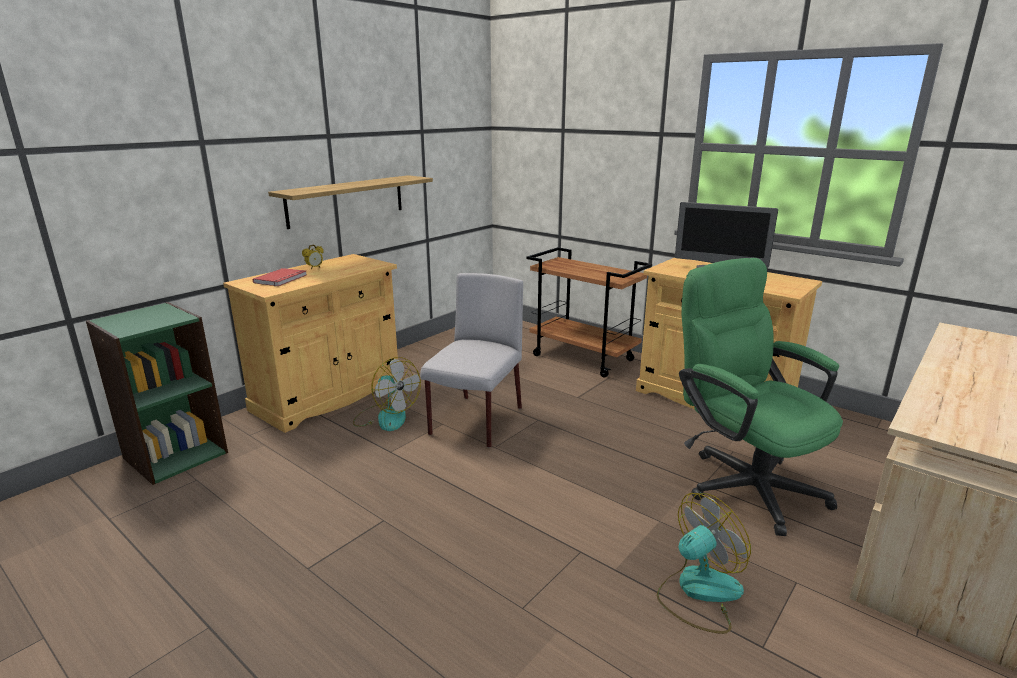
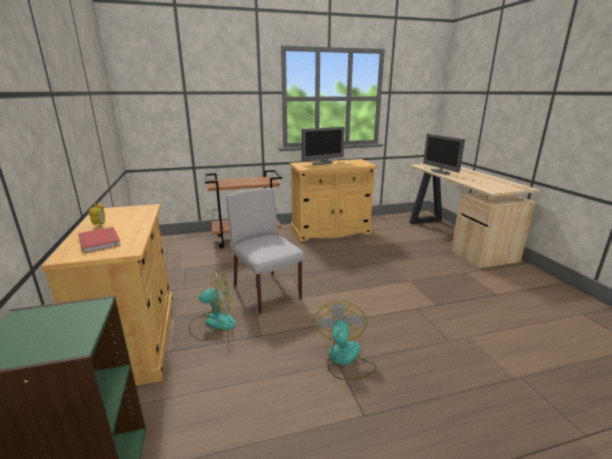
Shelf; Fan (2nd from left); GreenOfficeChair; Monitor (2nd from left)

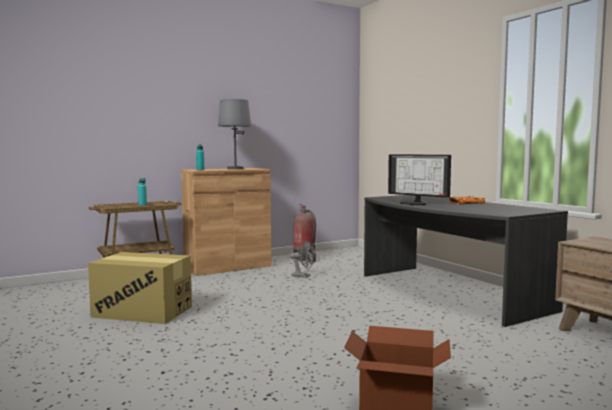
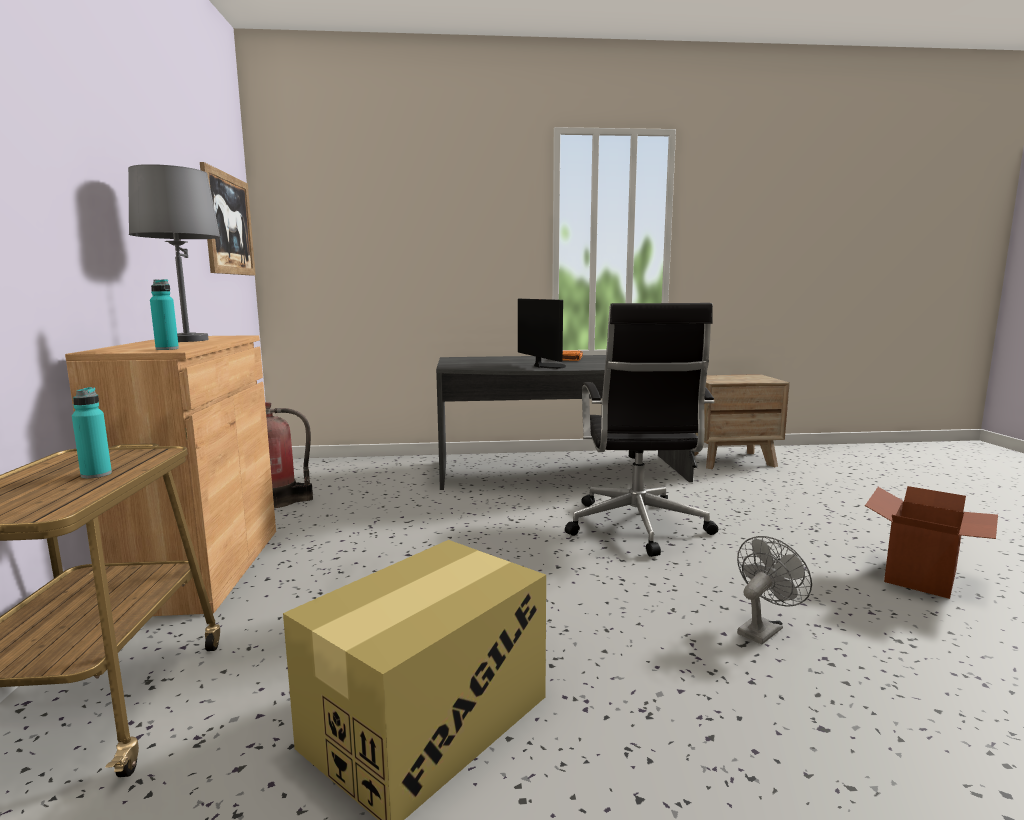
GreyFan; Monitor; Picture; BlackOfficeChair

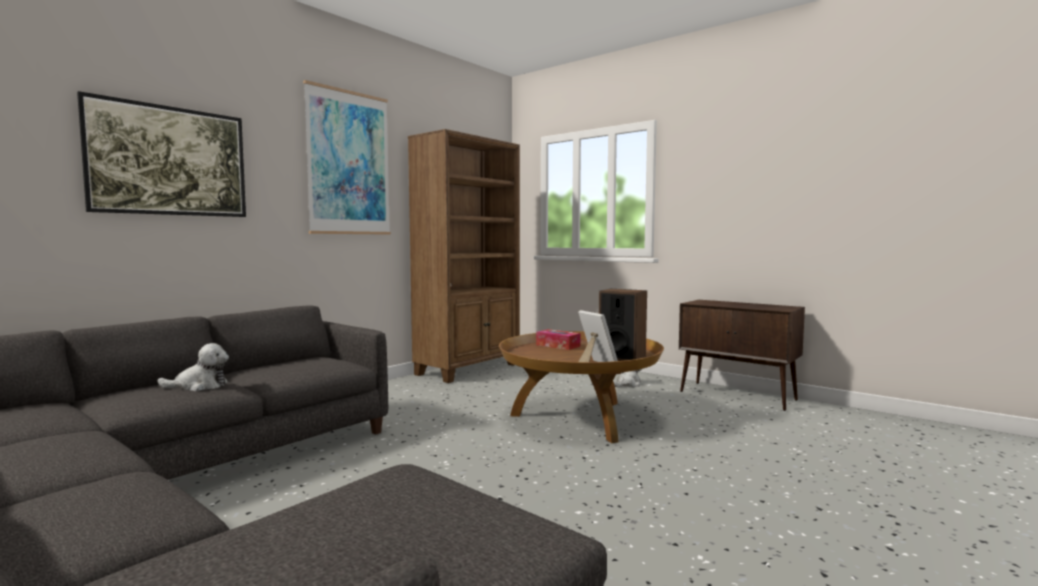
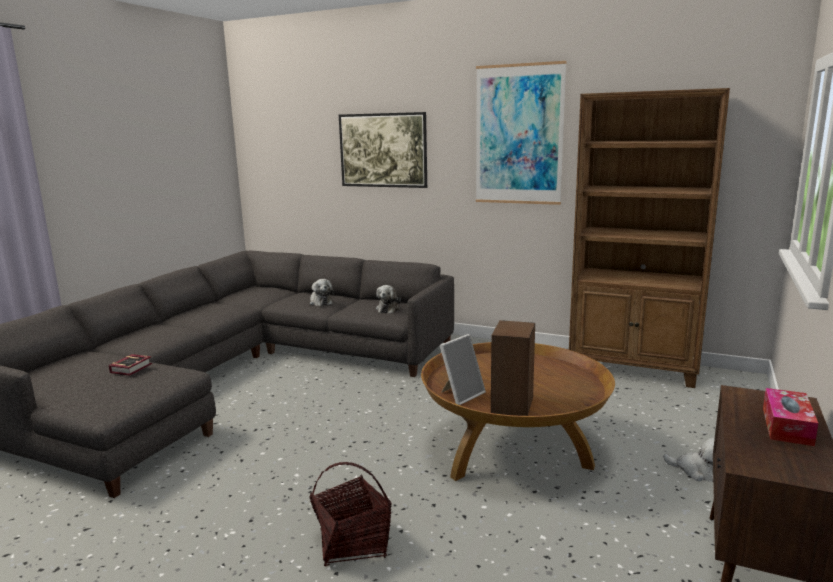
TissueBox; Book; Basket; PlushToy (2nd from left)

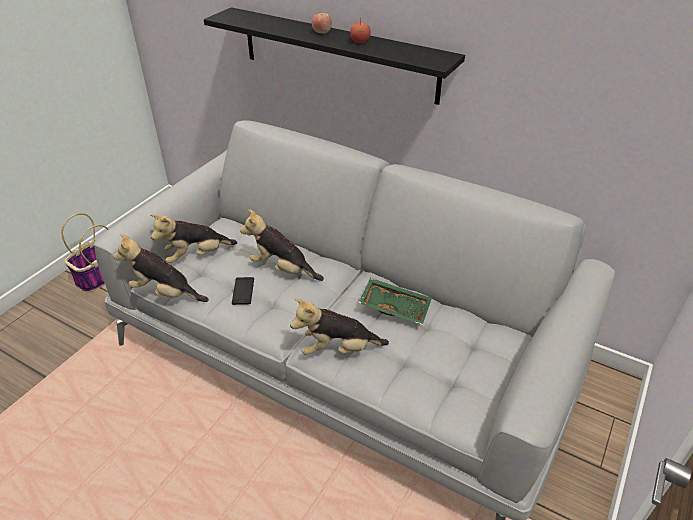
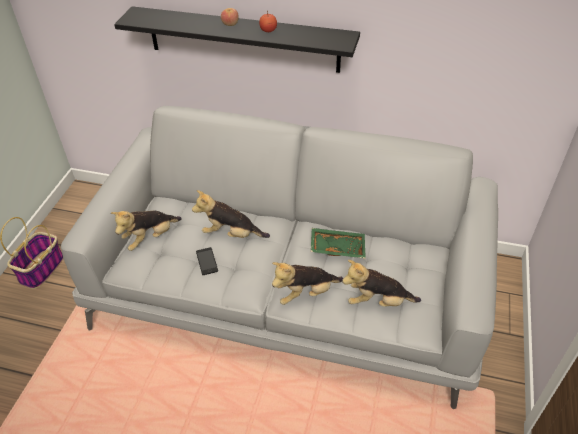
PlushToy (4th from left)

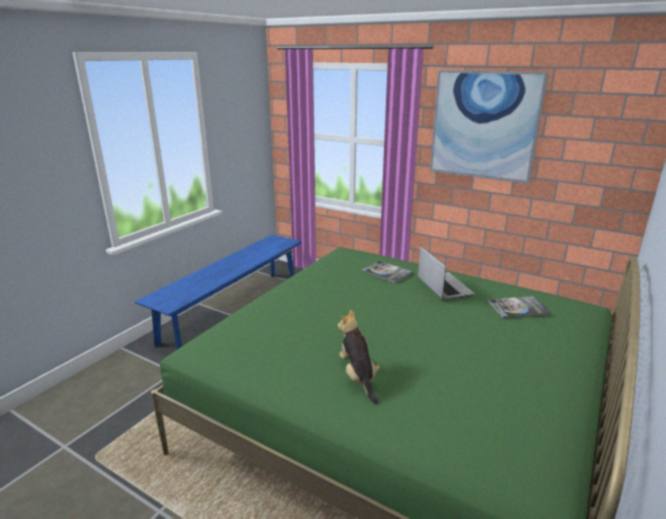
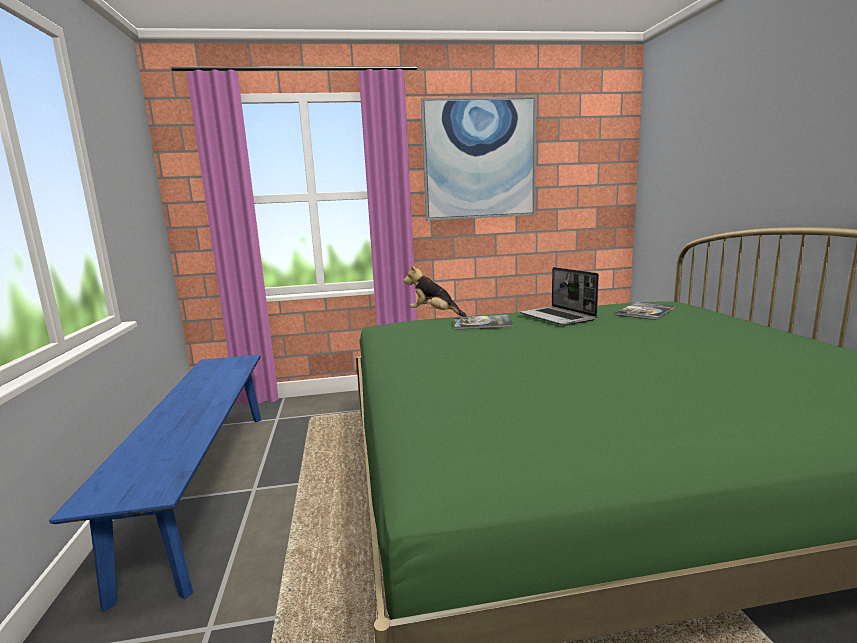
PlushToy; Laptop

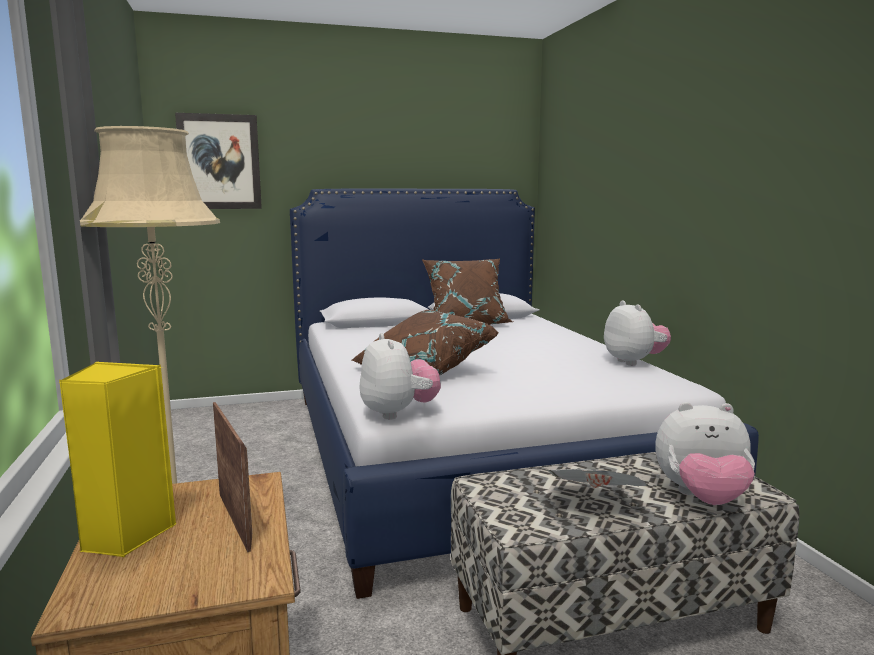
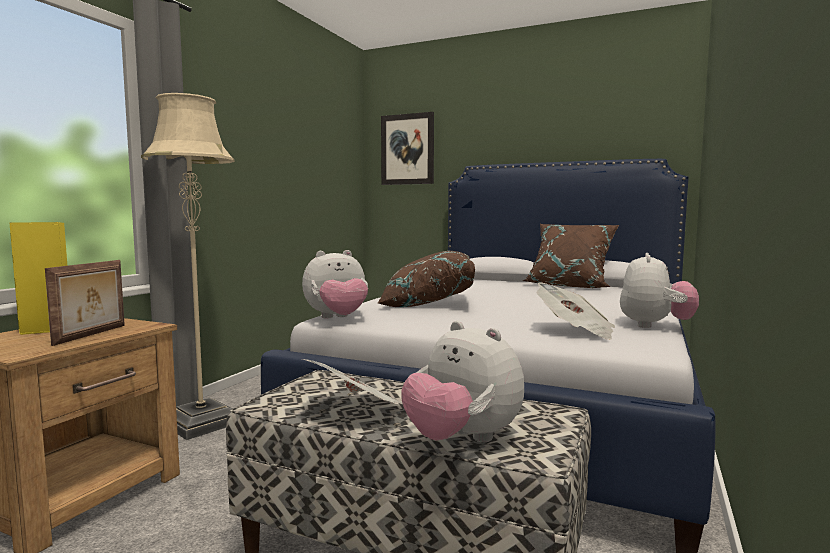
PlushToy (1st from left); Newspaper (2nd from left)

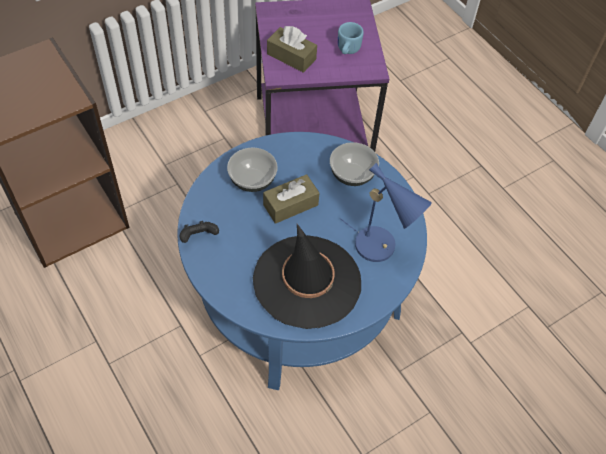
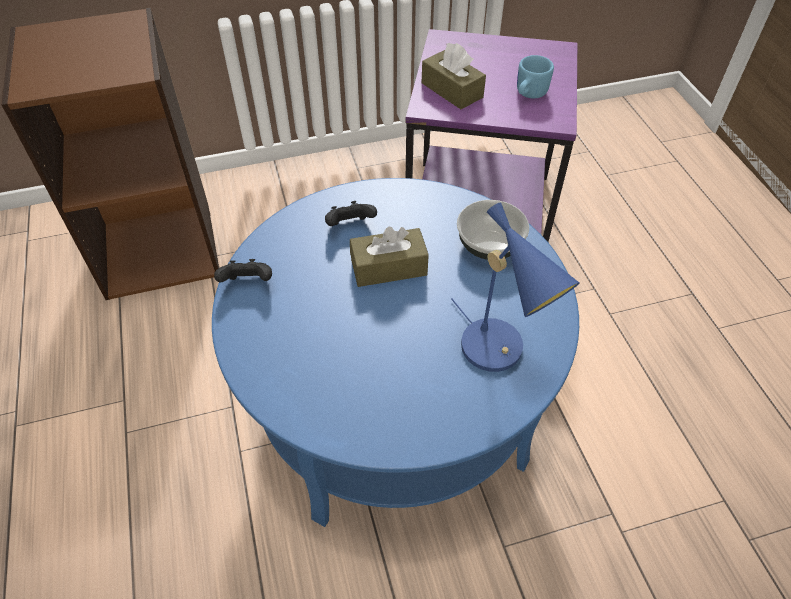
BlackGameController (2nd from left); BlackHat

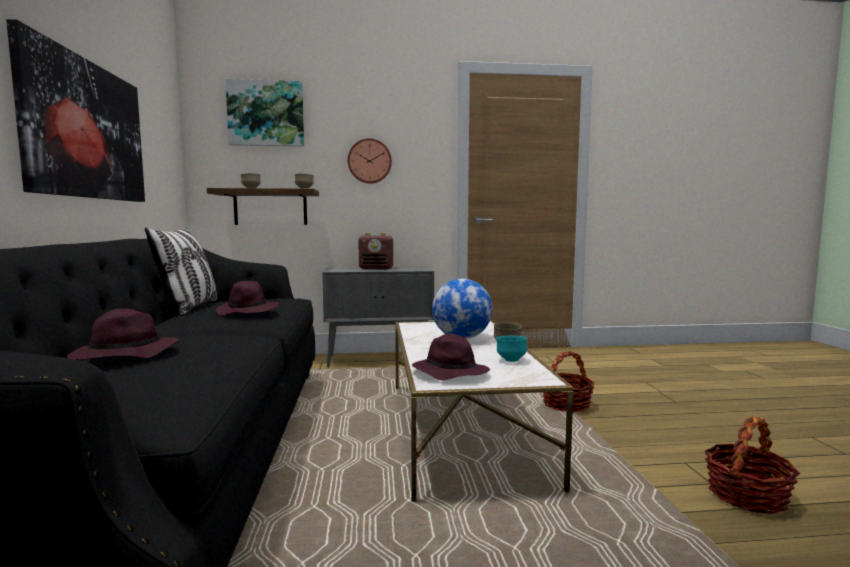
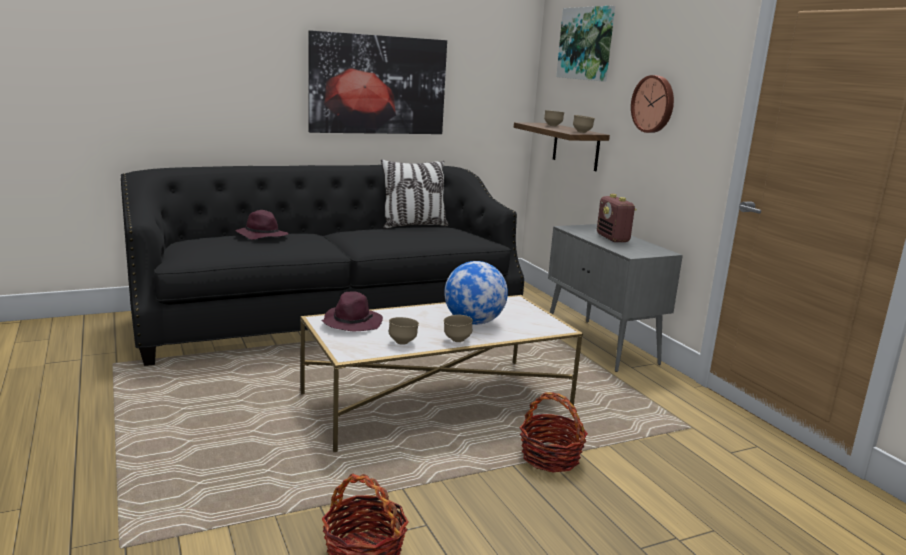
PurpleHat (2nd from left in the first image); BrownBowl (1st from left)

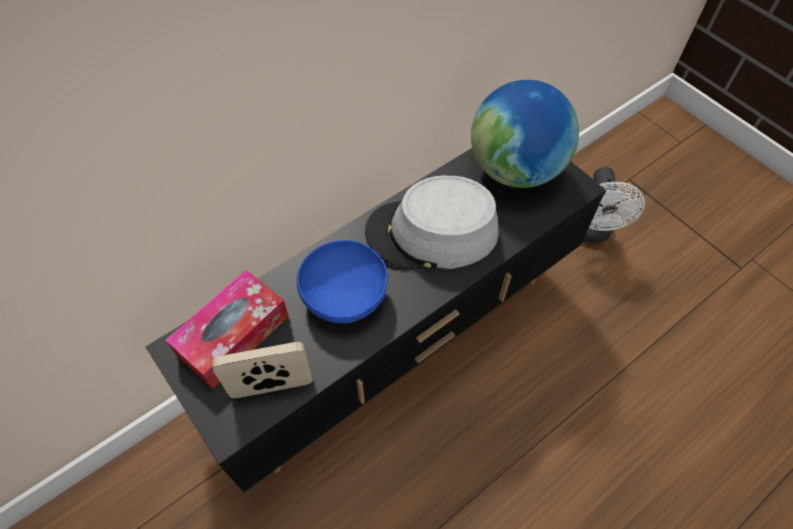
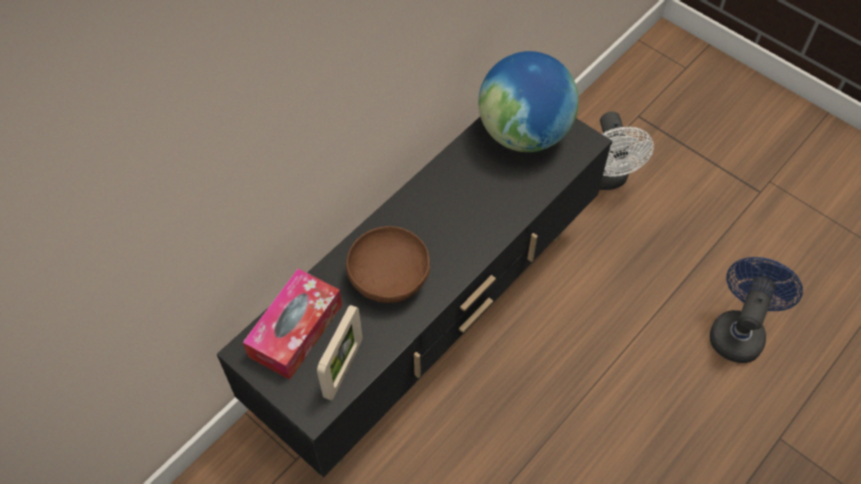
PictureFrame; BrownBowl; GreyHat; BlueFan

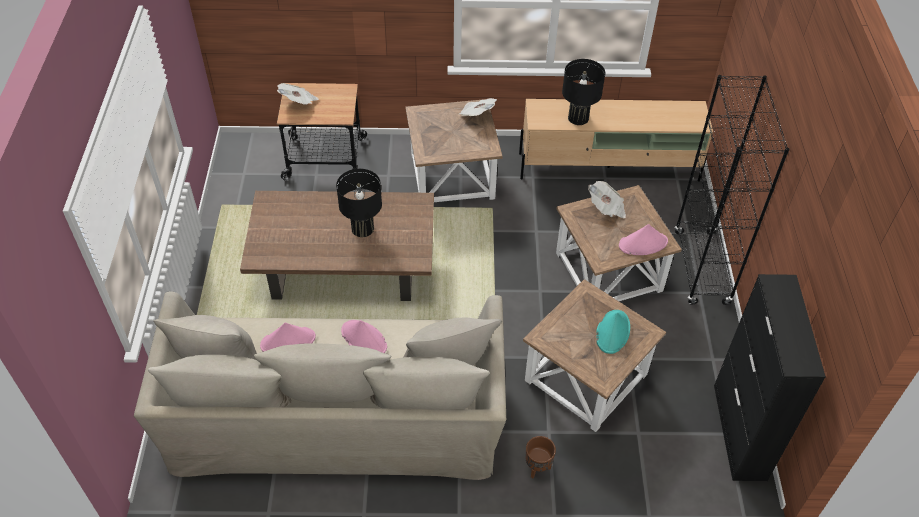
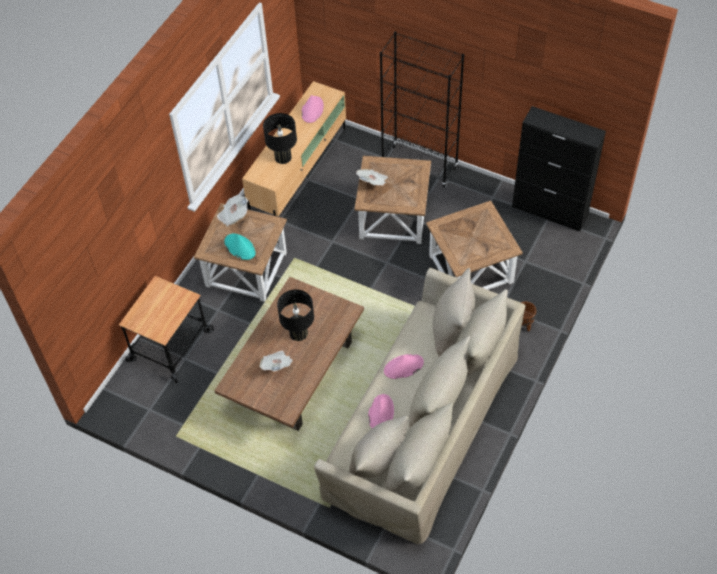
Newspaper (2nd from left); TurquoiseHat; PinkHat (1st from left)

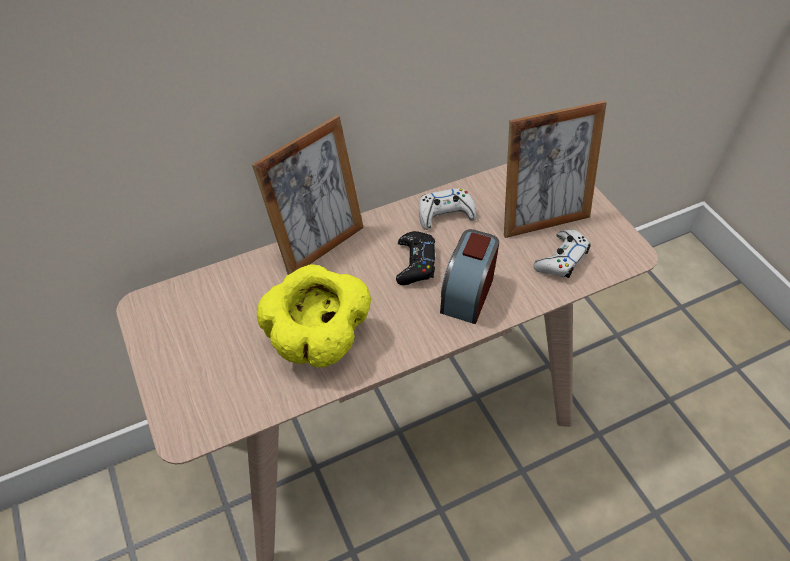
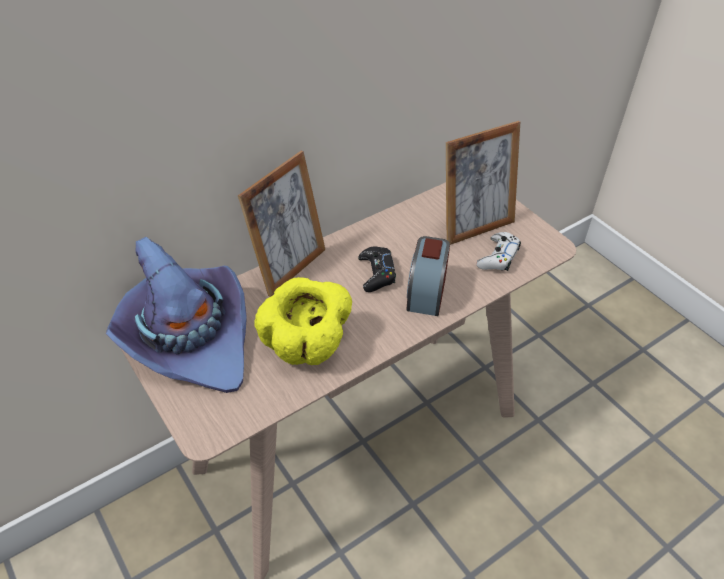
WhiteGameController (1st from left in the first image); PurpleHat

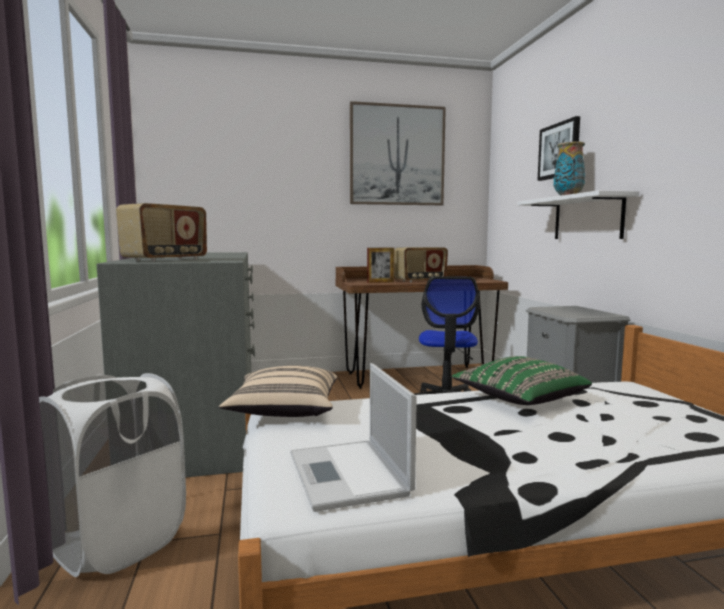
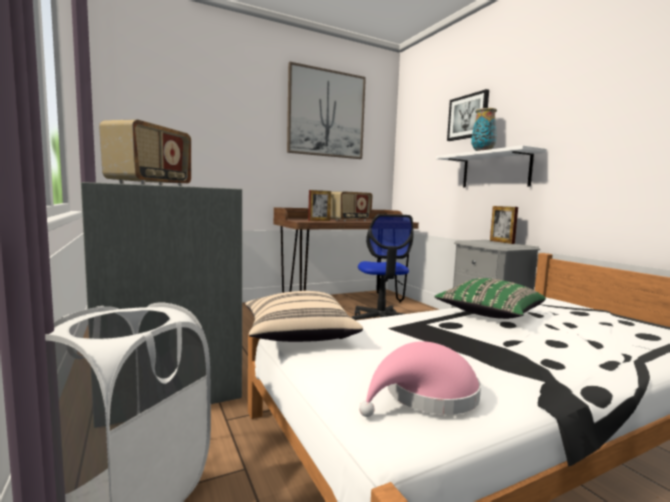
PinkHat; PictureFrame (2nd from left)

